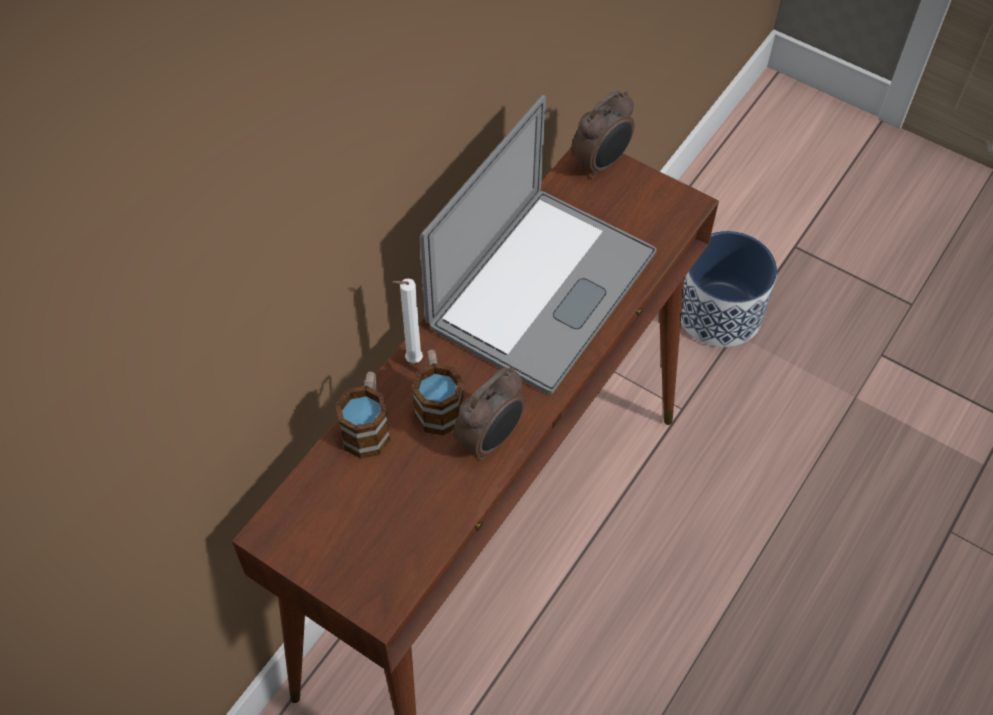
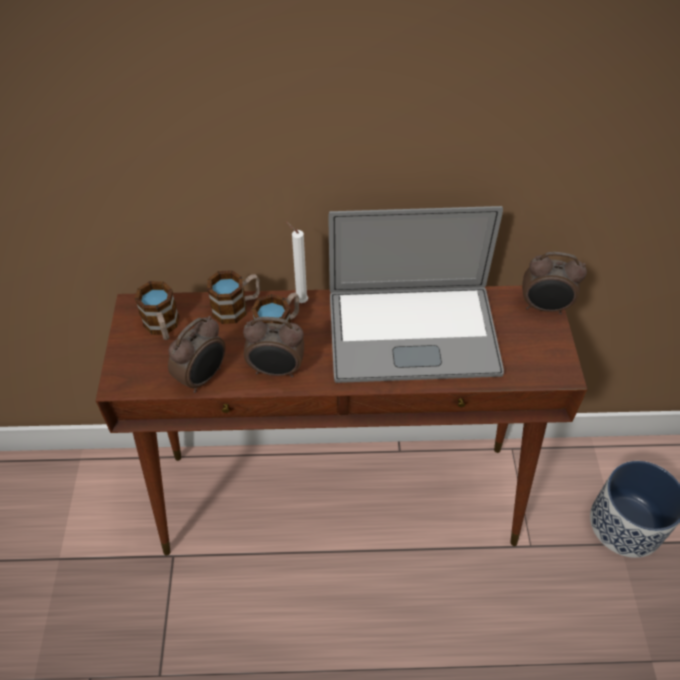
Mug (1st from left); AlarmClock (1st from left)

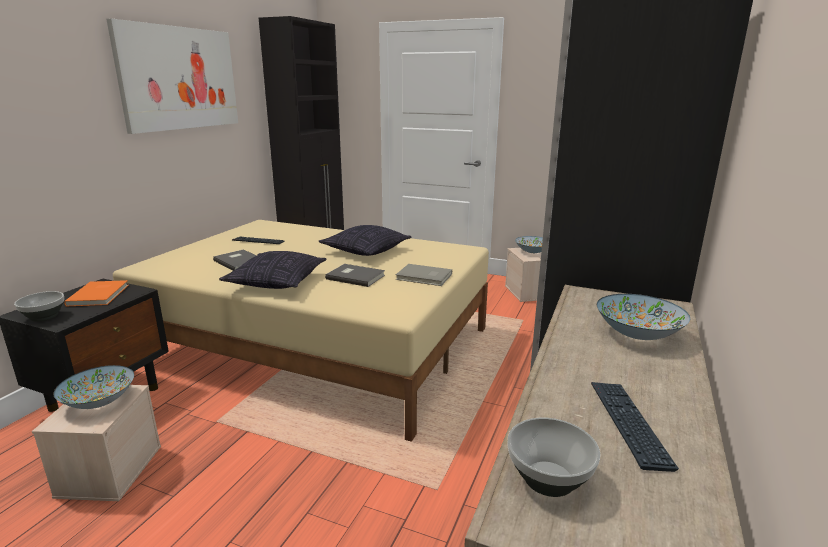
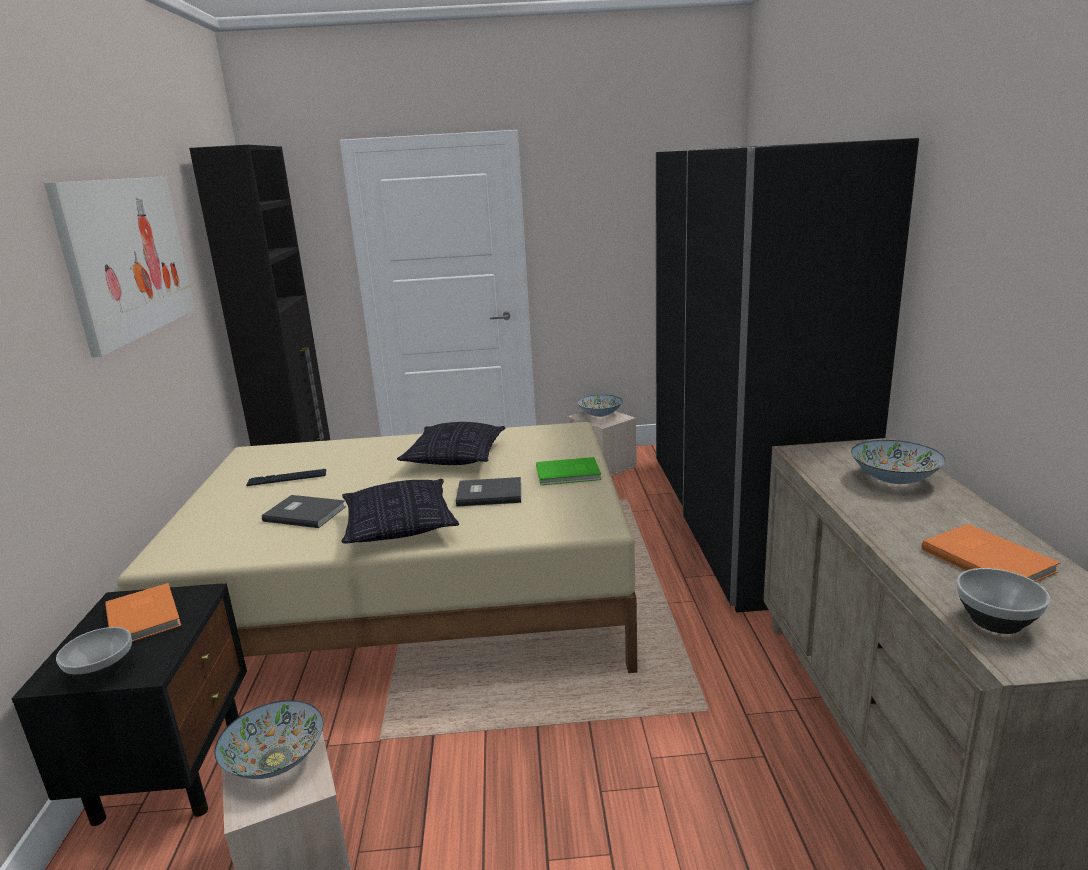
GreenBook; OrangeBook (2nd from left)

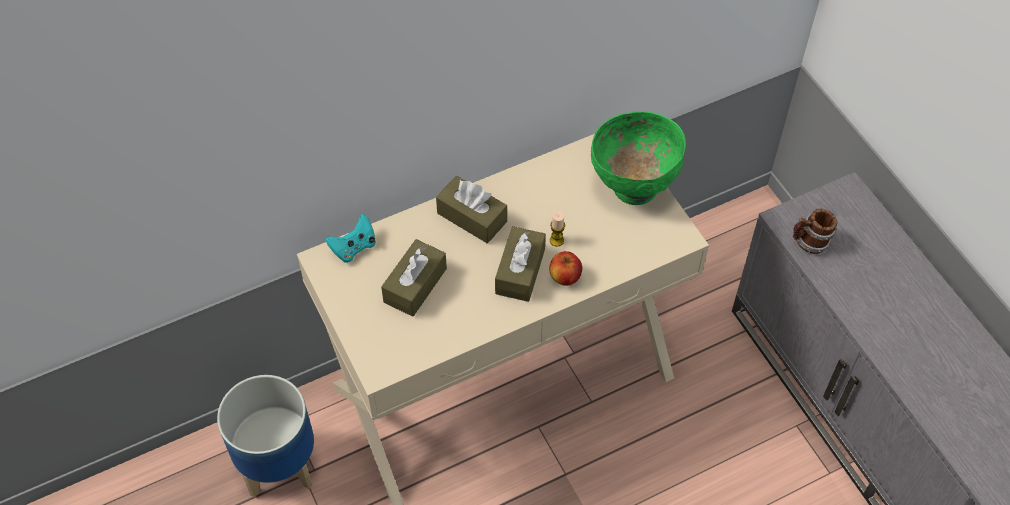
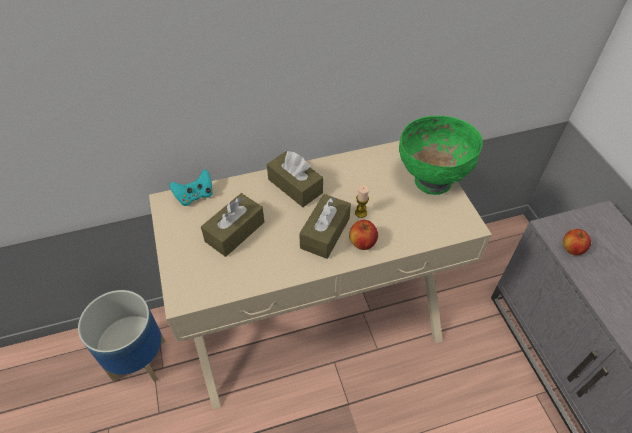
Apple (2nd from left)

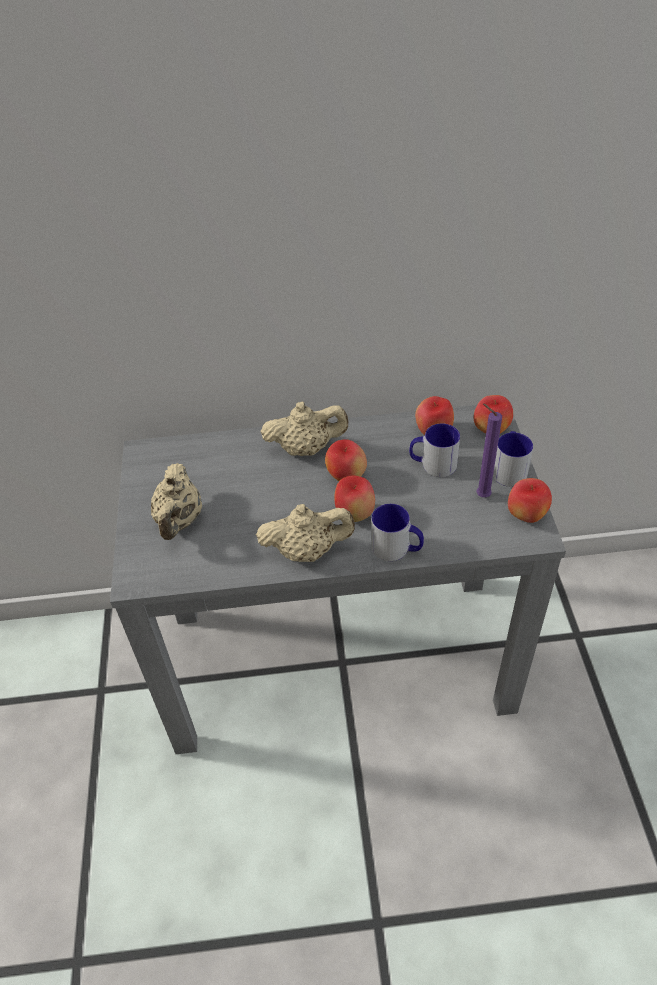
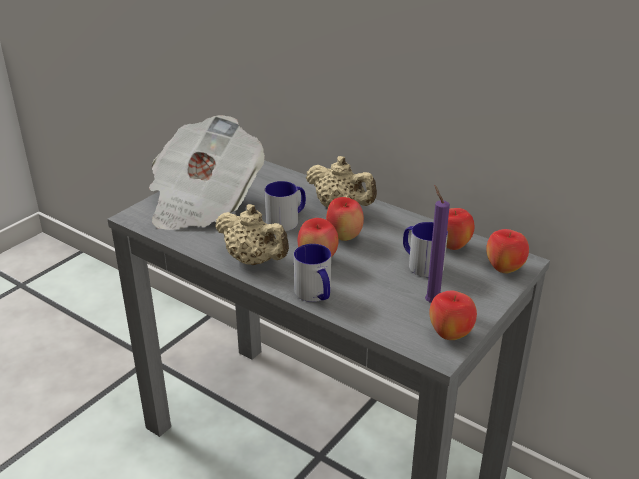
Newspaper; Mug (1st from left)

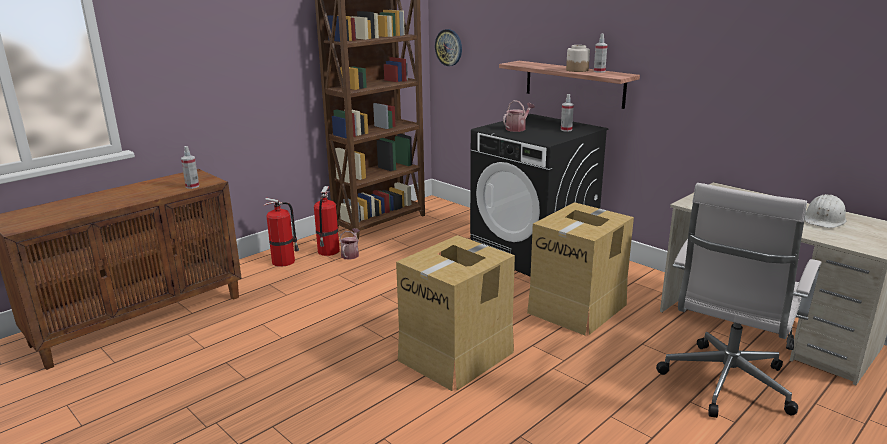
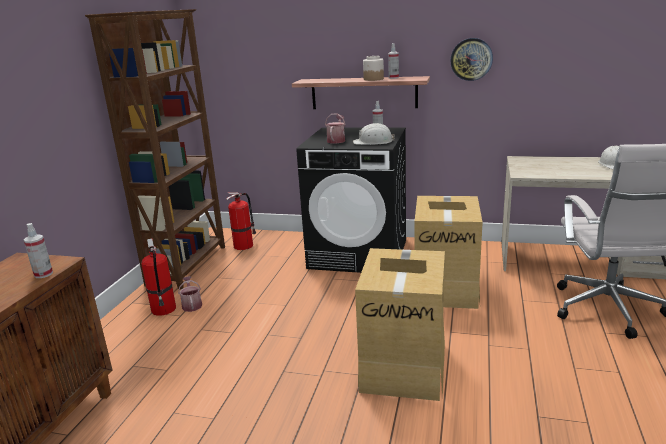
FireExtinguisher (2nd from left); WallClock; WhiteHardHat (1st from left)

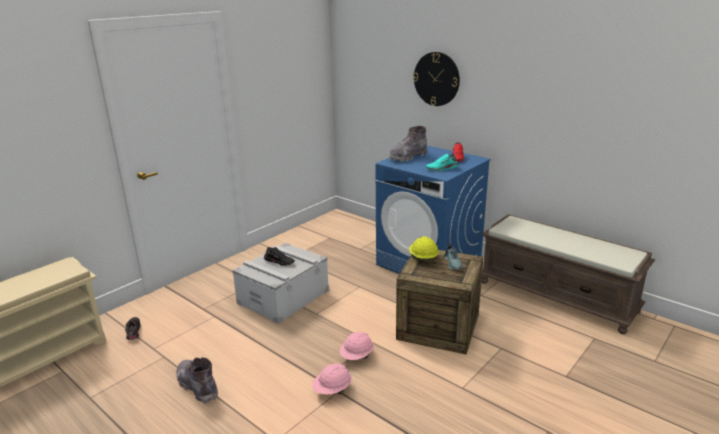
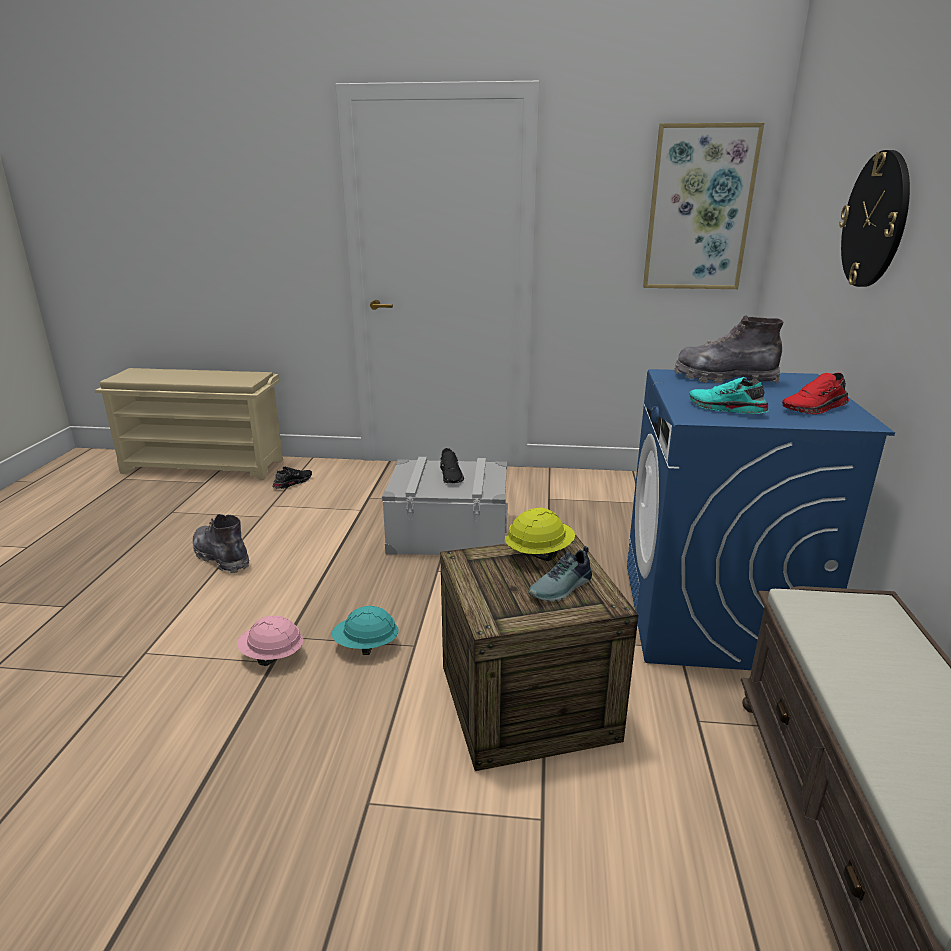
GreyBoot (1st from left); TurquoiseHardHat; Picture

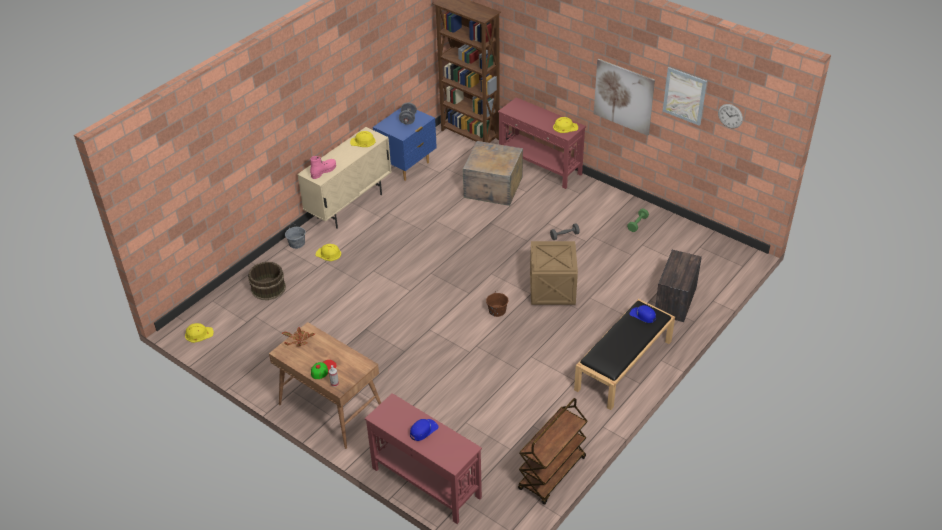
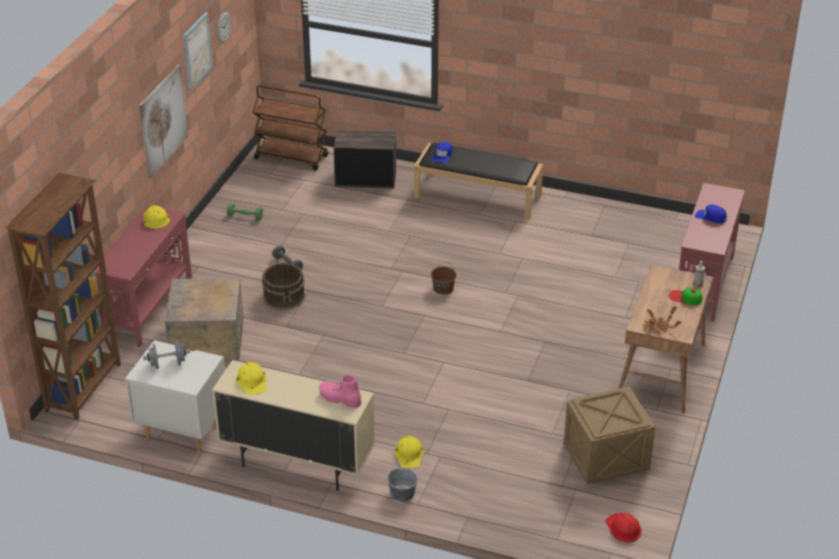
RedHardHat; BrownBucket (1st from left); WhiteNightstand; BrownCart; Crate (3rd from left)

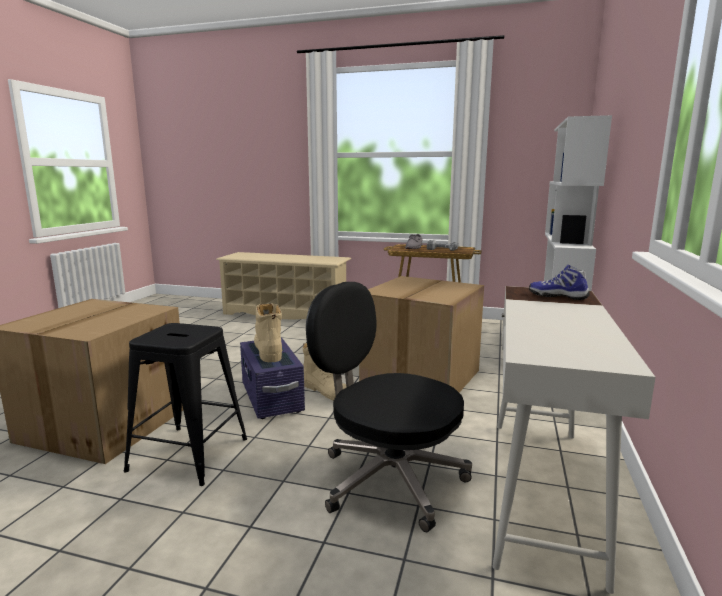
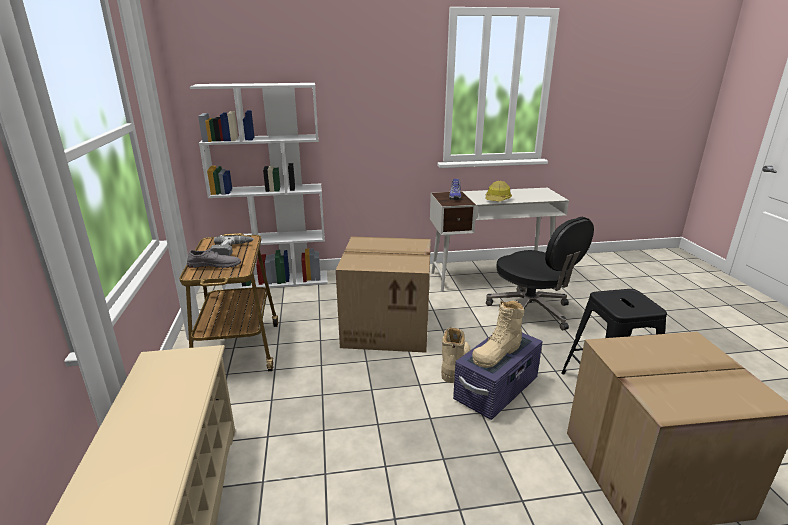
BlackOfficeChair; HardHat

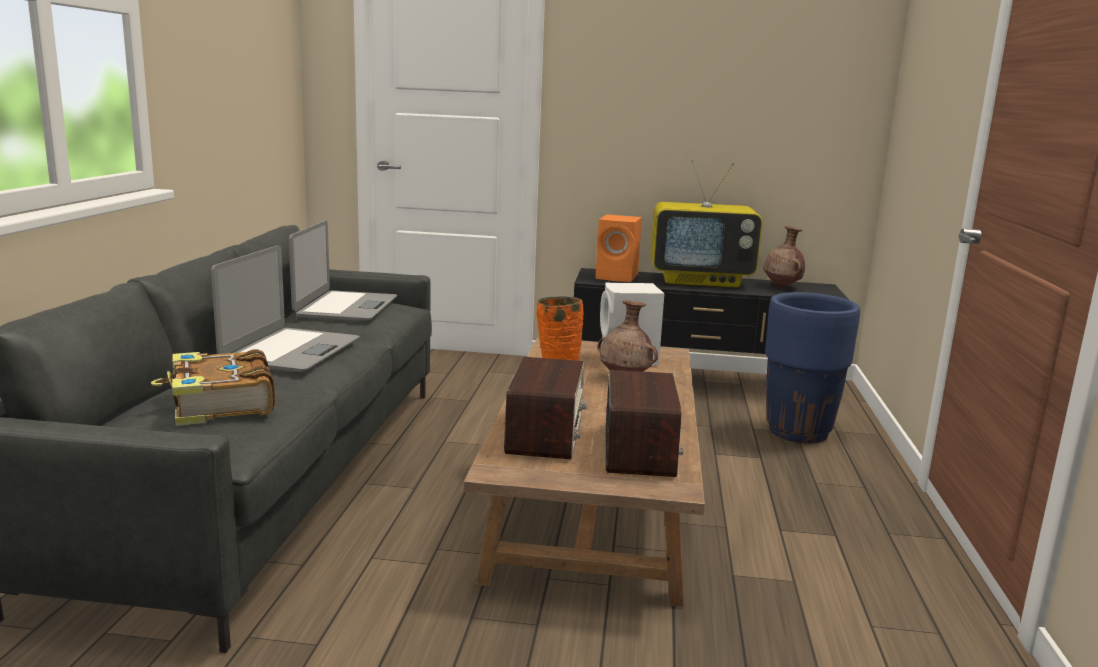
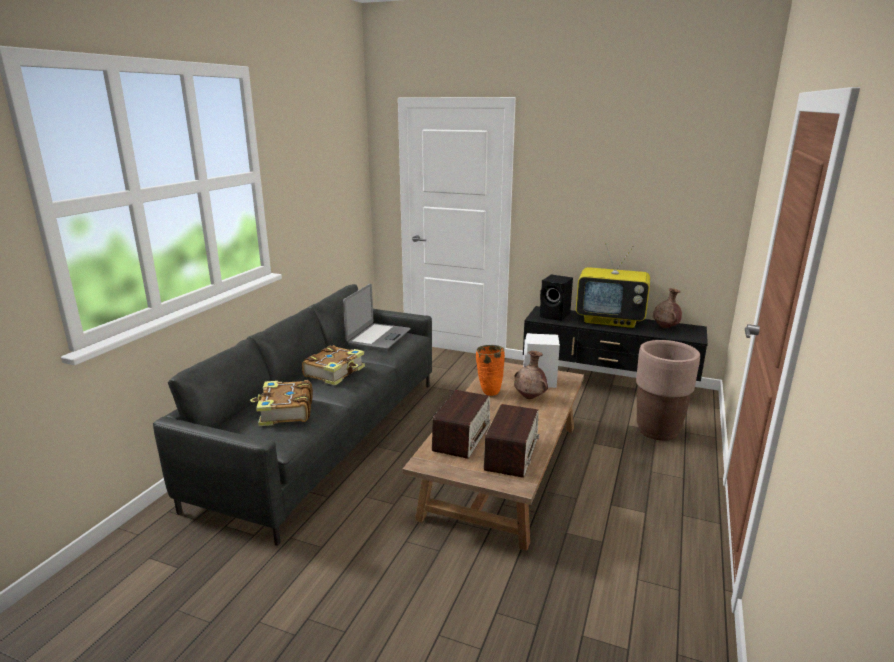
Book (2nd from left); BlackSpeaker; BrownPlanter

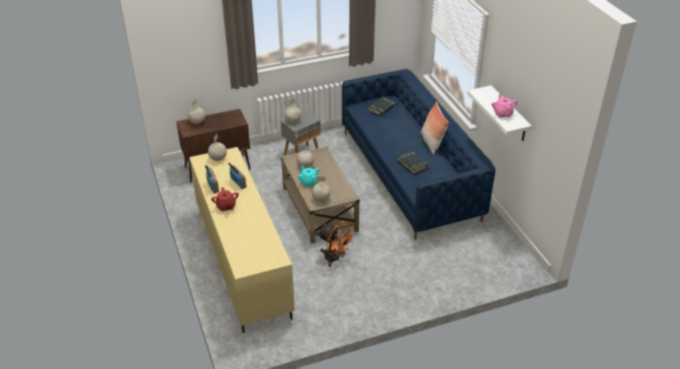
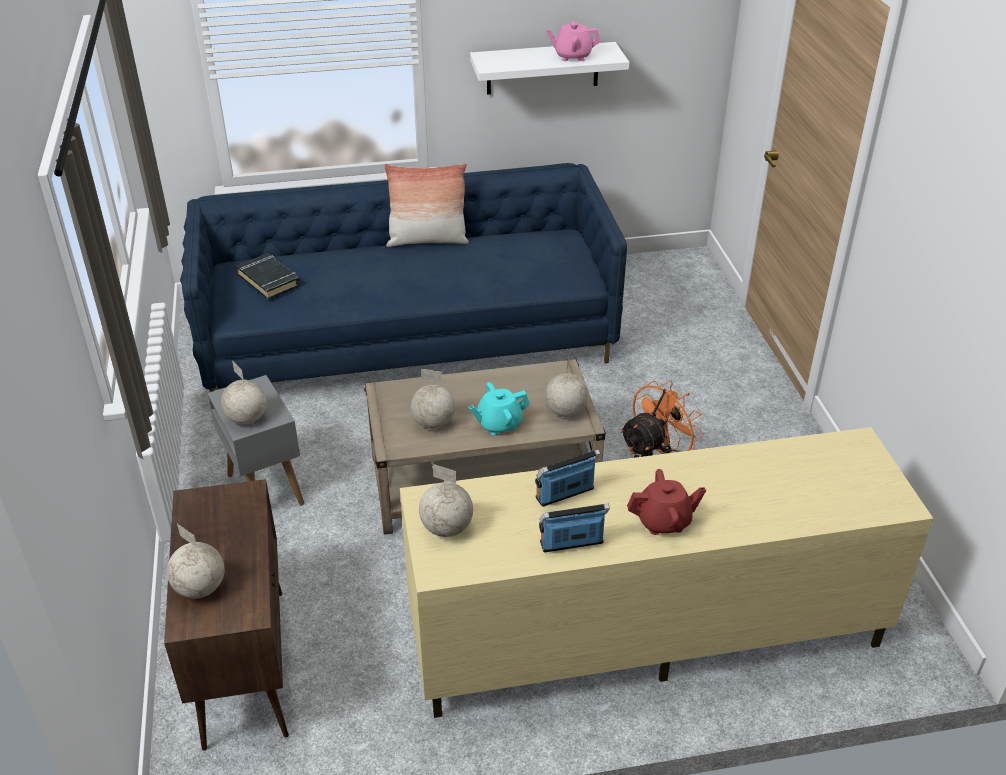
BlackBook (2nd from left in the first image)

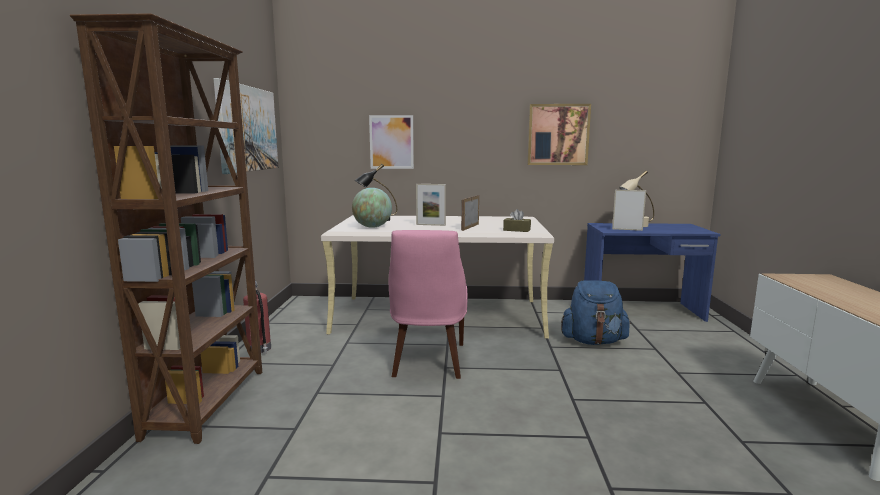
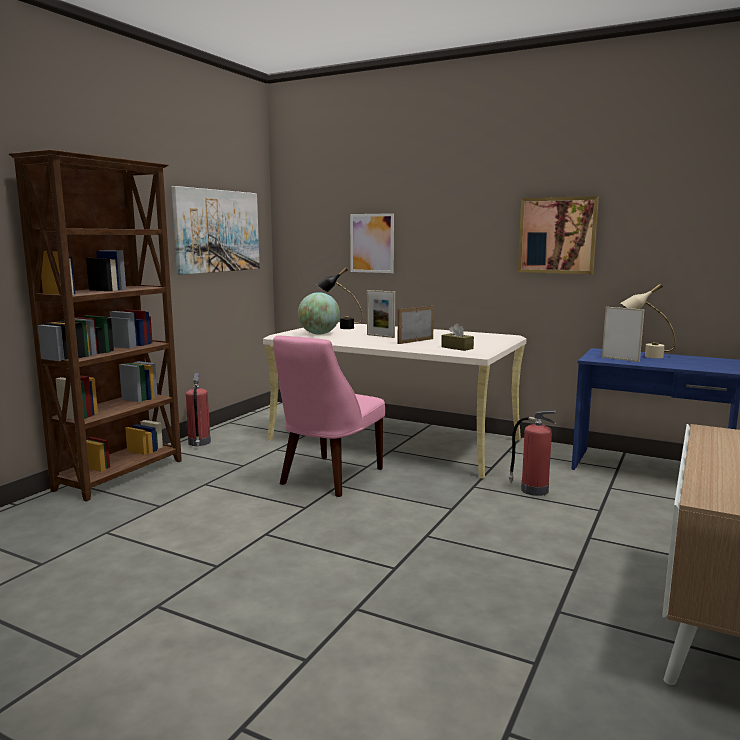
FireExtinguisher (2nd from left)

